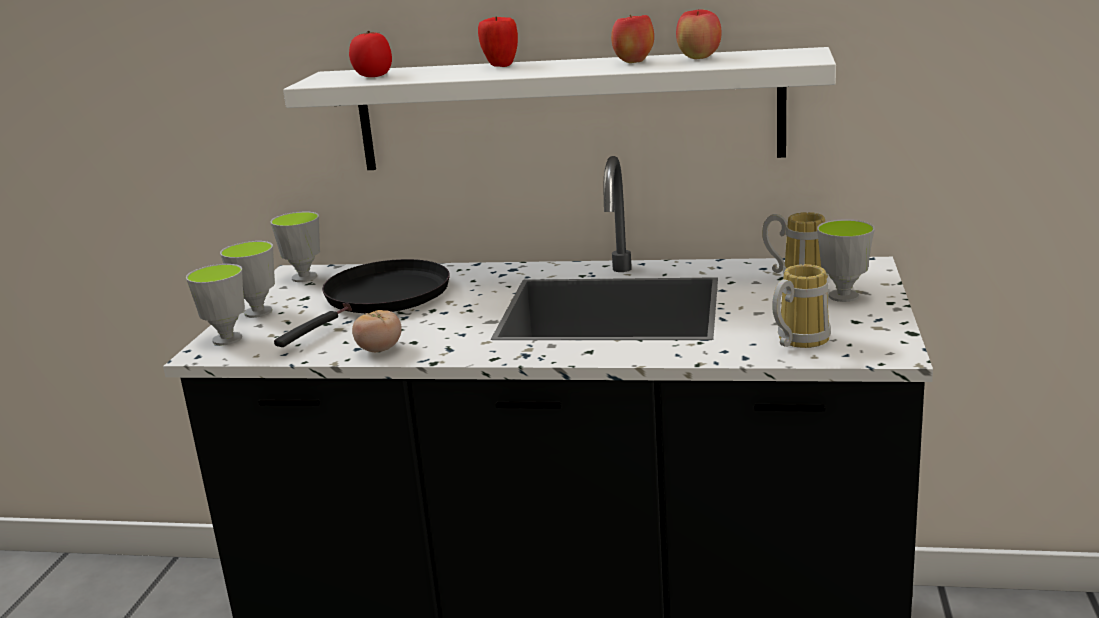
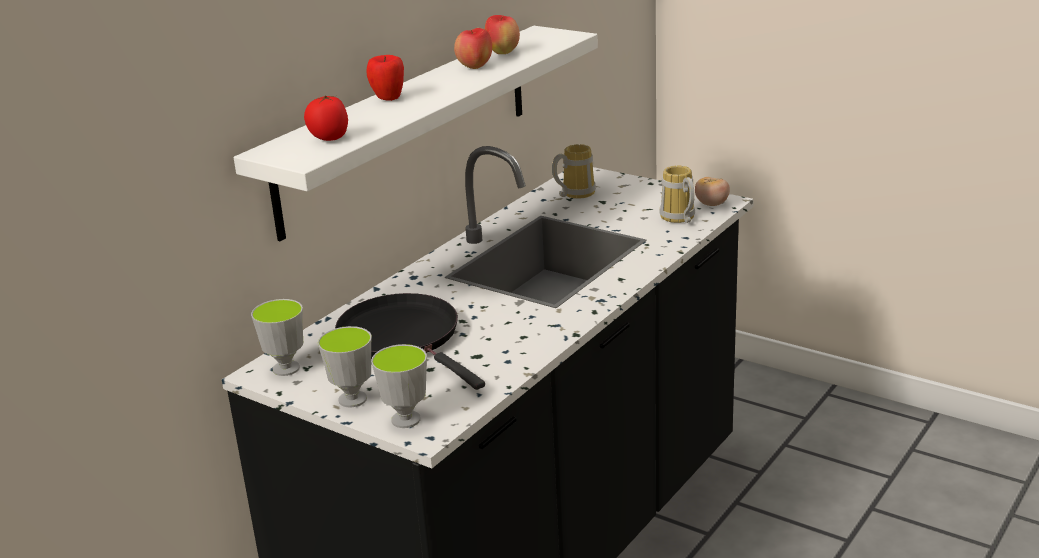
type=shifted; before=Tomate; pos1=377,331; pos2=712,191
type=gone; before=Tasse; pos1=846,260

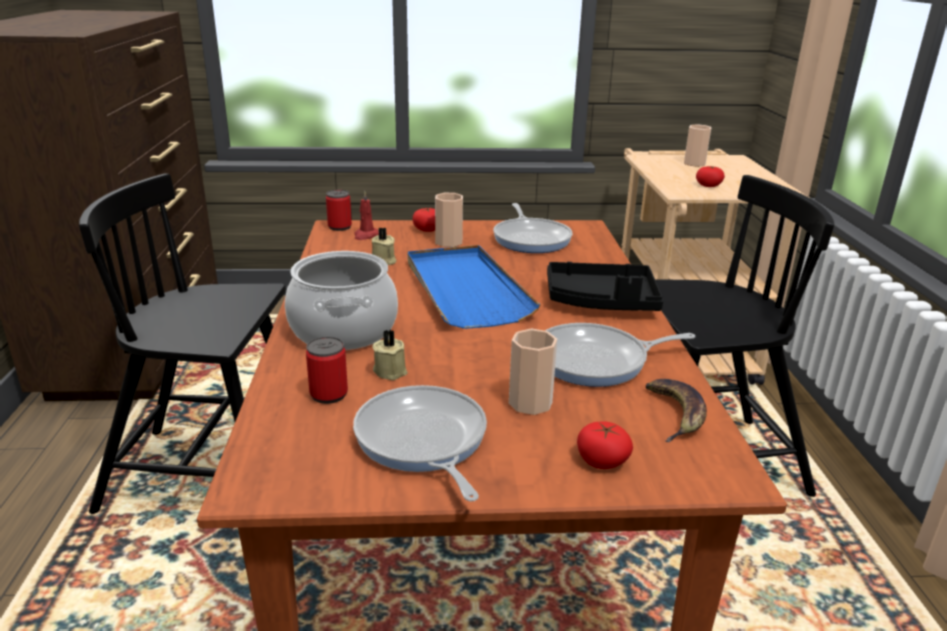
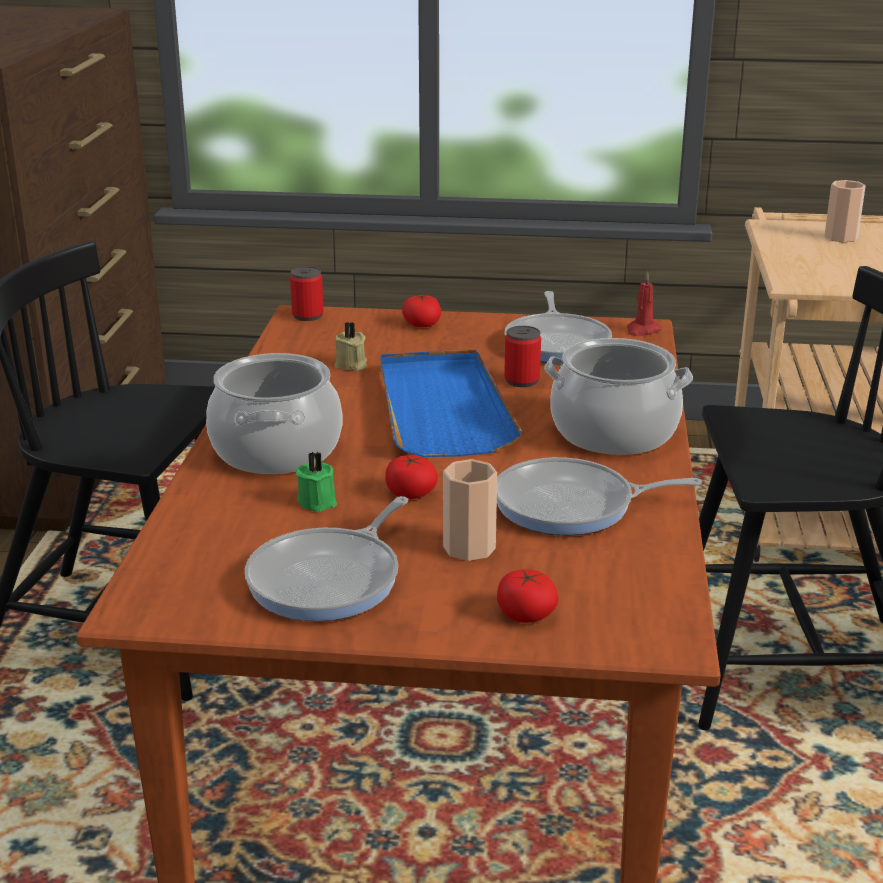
type=rotated; before=Pfanne; pos1=420,443; pos2=326,558; turn=-135
type=repainted; before=Kerze (beige); after=Kerze (grün); pos1=389,355; pos2=316,482
type=shifted; before=Tomate; pos1=710,176; pos2=411,477
type=shifted; before=Dose; pos1=327,370; pos2=522,356
type=swapped; before=Tablett (schwarz); after=Kochtopf; pos1=605,286; pos2=618,396
type=shifted; before=Kerze (rot); pos1=366,215; pos2=644,303
type=gone; before=Tasse; pos1=449,220
type=gone; before=Banane; pos1=676,410

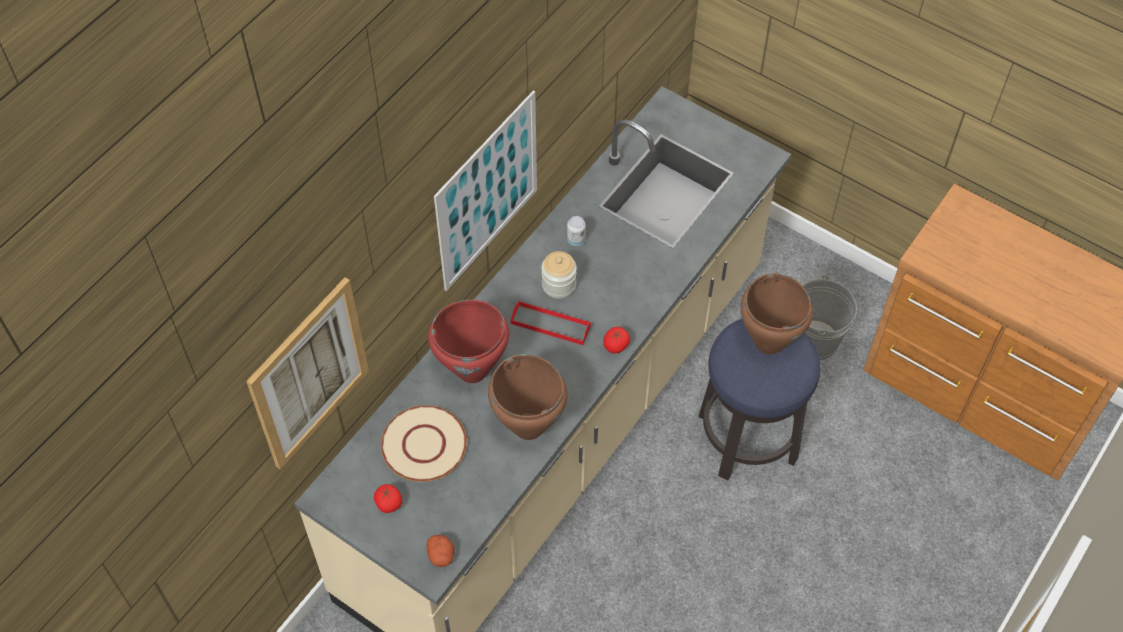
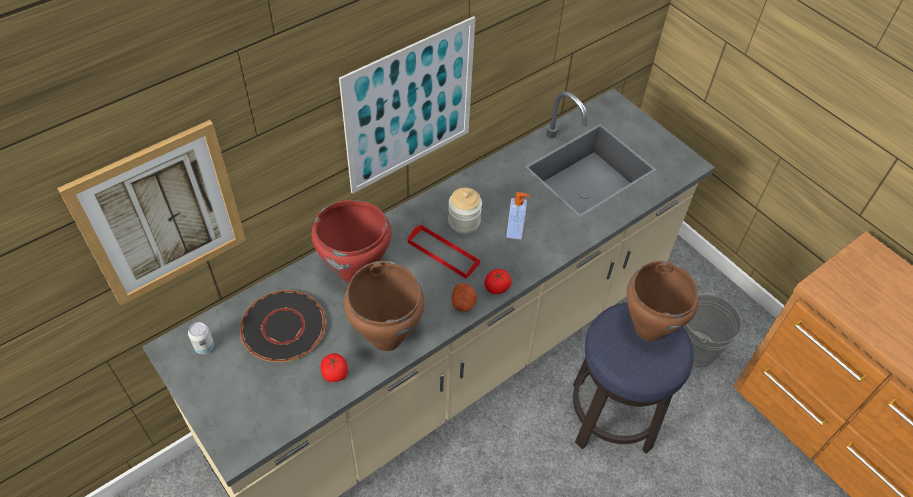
type=shifted; before=Dose; pos1=576,231; pos2=201,338
type=repainted; before=Teller (beige); after=Teller (schwarz); pos1=424,443; pos2=283,326
type=shifted; before=Tomate; pos1=388,498; pos2=334,367
type=shifted; before=Kartoffel; pos1=441,551; pos2=464,297
type=new; after=Seifenspender; pos2=518,215

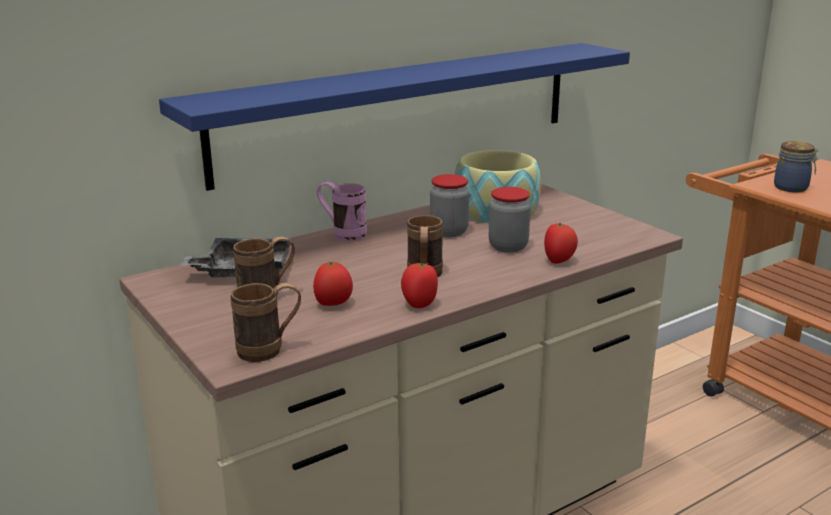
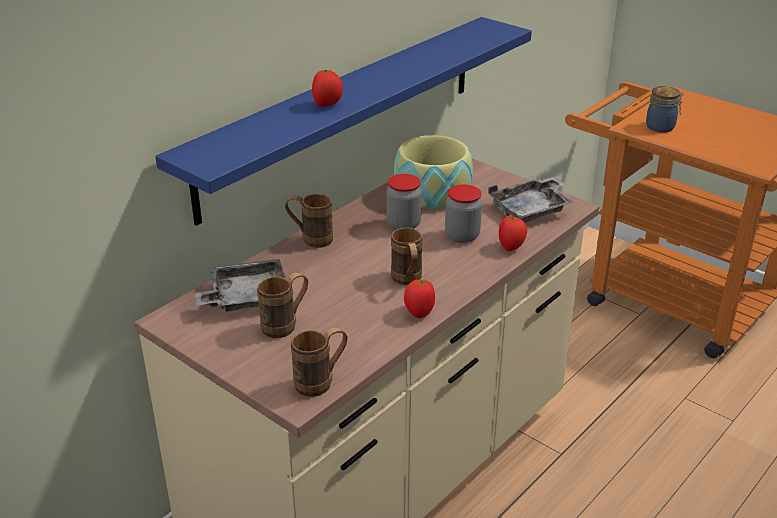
type=repainted; before=Henkelbecher (rosa); after=Henkelbecher (braun); pos1=342,211; pos2=309,221
type=shifted; before=Tomate; pos1=333,284; pos2=327,88
type=new; after=Tablett (grau); pos2=530,200

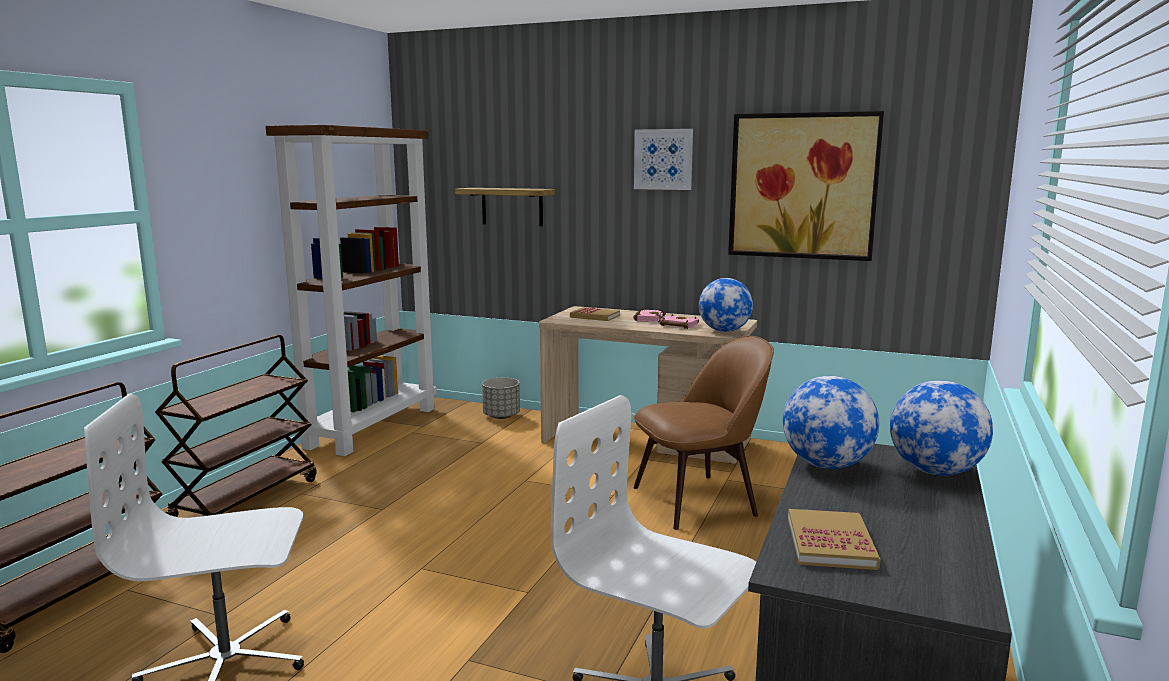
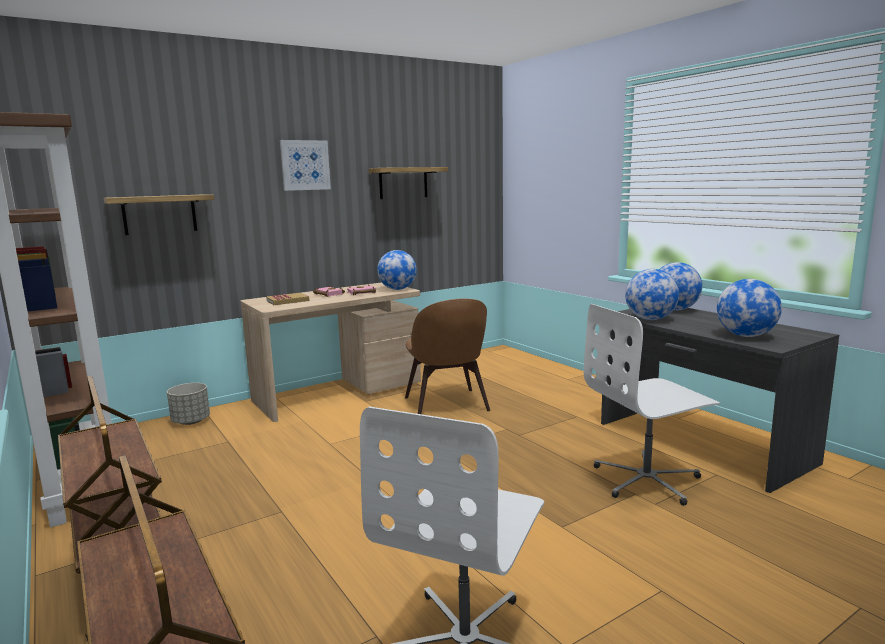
type=swapped; before=Bild; after=Wandregal; pos1=806,186; pos2=408,183
type=rotated; before=Stuhl (braun); pos1=704,433; pos2=447,356; turn=150
type=swapped; before=Buch; after=Globus; pos1=834,539; pos2=749,308

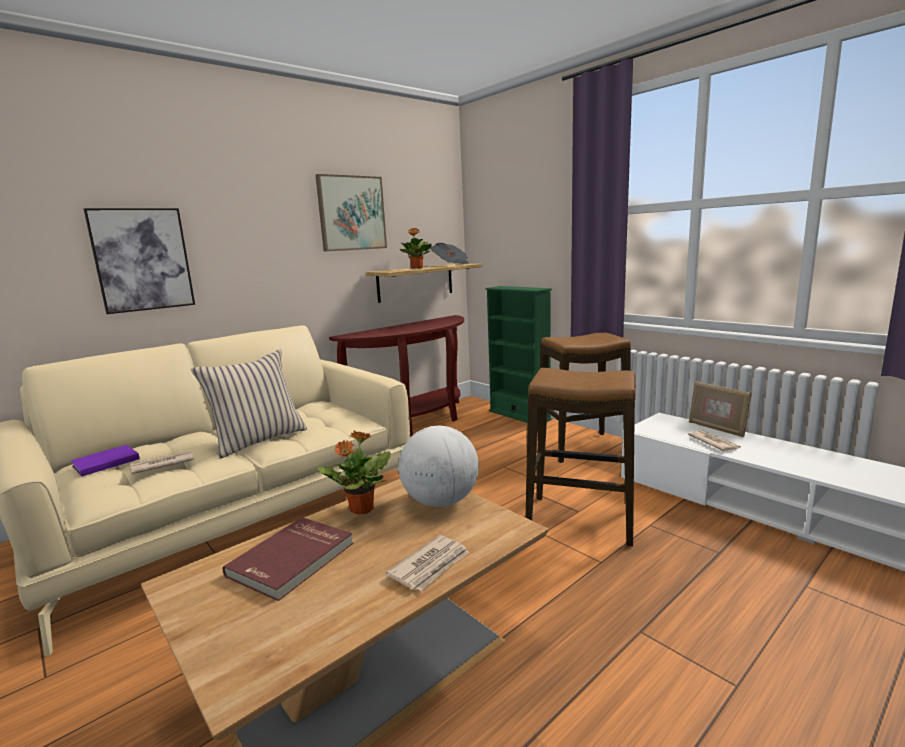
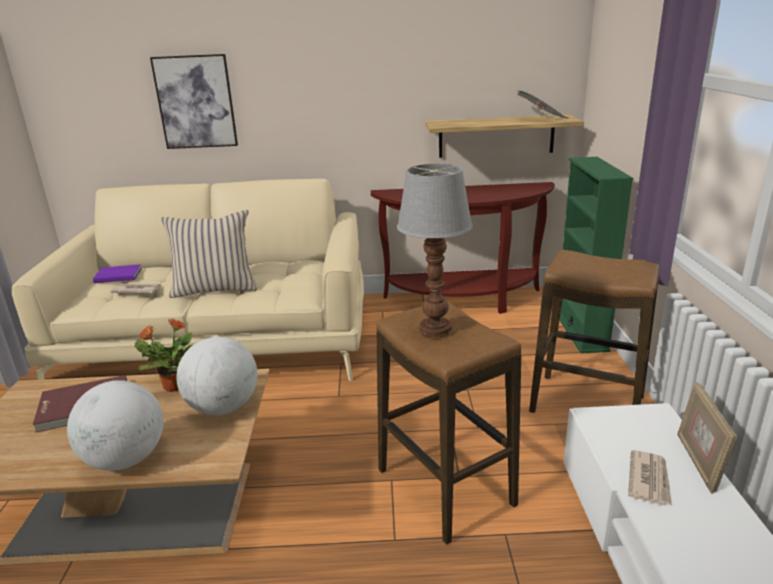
type=swapped; before=Zeitung; after=Globus; pos1=427,563; pos2=115,425
type=new; after=Tischlampe; pos2=435,250
type=gone; before=Bild; pos1=351,213
type=gone; before=Topfpflanze; pos1=416,248

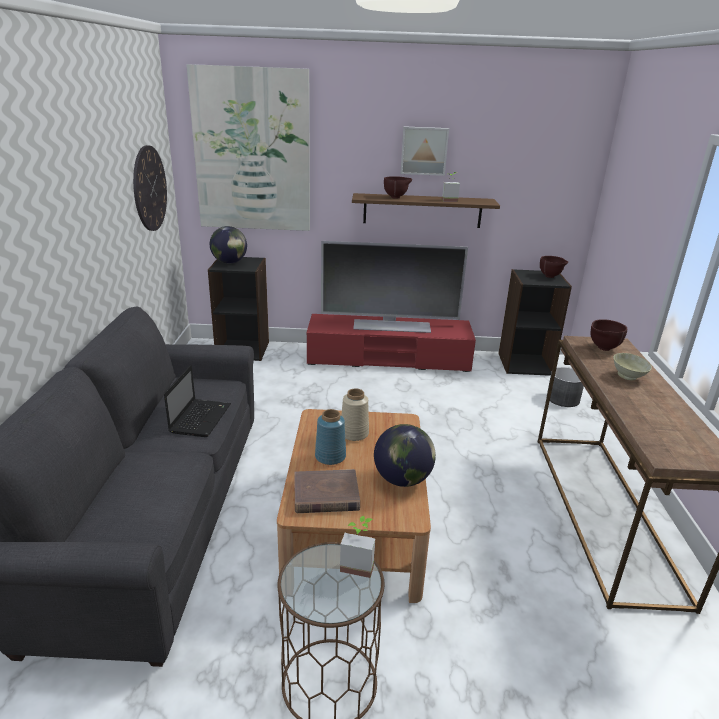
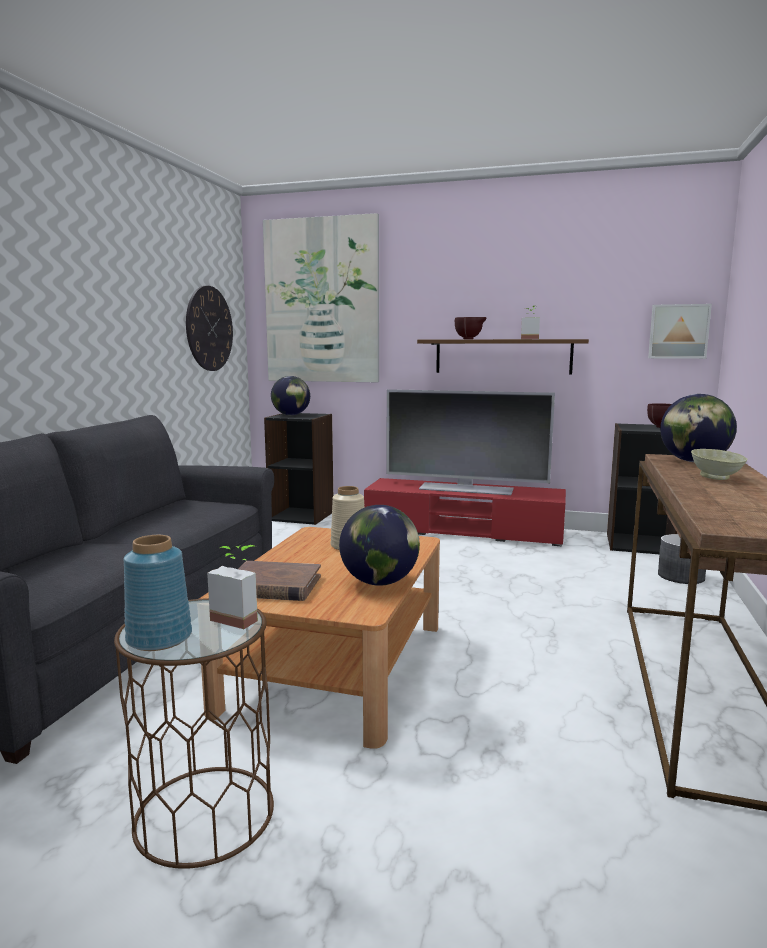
type=shifted; before=Vase (blau); pos1=330,437; pos2=158,593
type=shifted; before=Bild; pos1=425,151; pos2=680,331
type=swapped; before=Schüssel (braun); after=Globus; pos1=609,335; pos2=698,428
type=gone; before=Laptop; pos1=197,401

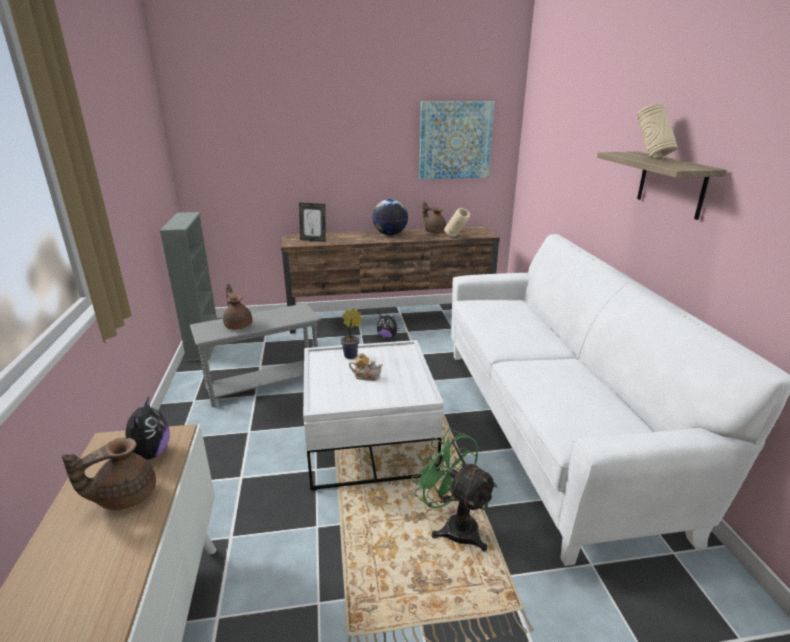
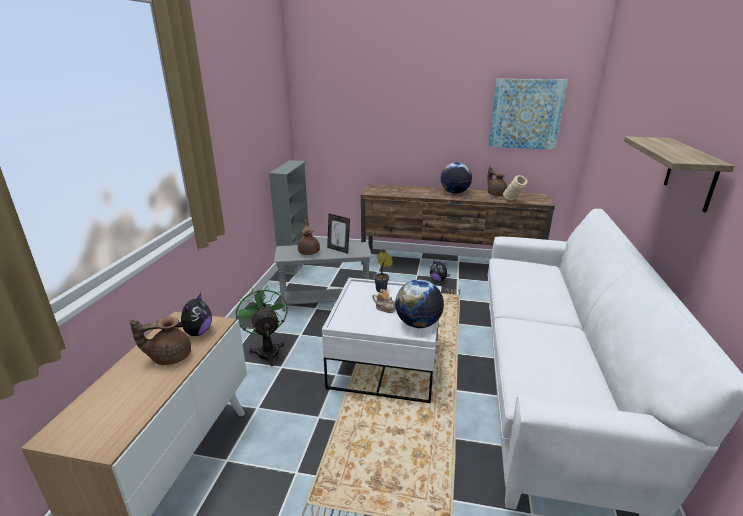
type=shifted; before=Ventilator (grün); pos1=454,490; pos2=261,326
type=shifted; before=Bilderrahmen; pos1=312,222; pos2=338,234
type=new; after=Globus; pos2=419,304
type=gone; before=Vase (beige); pos1=657,131

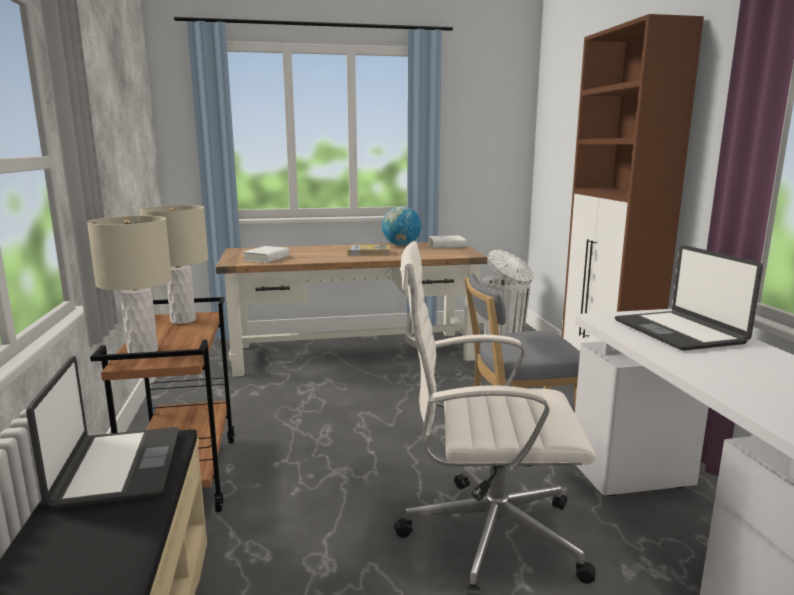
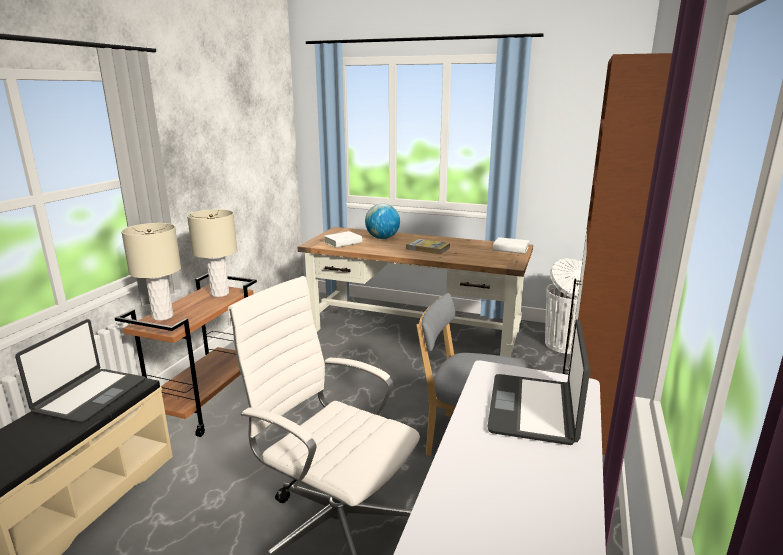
type=shifted; before=Globus; pos1=401,226; pos2=382,221

